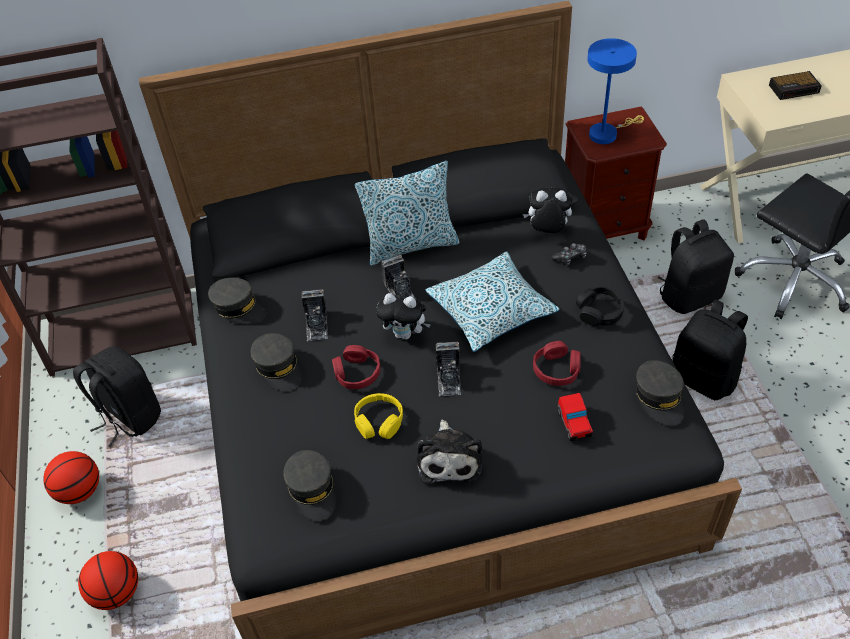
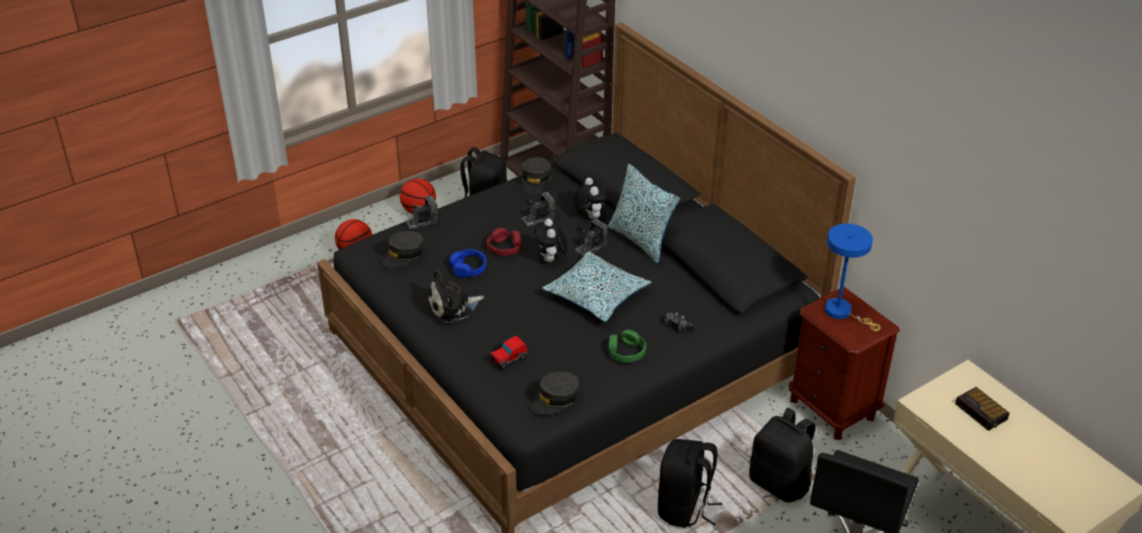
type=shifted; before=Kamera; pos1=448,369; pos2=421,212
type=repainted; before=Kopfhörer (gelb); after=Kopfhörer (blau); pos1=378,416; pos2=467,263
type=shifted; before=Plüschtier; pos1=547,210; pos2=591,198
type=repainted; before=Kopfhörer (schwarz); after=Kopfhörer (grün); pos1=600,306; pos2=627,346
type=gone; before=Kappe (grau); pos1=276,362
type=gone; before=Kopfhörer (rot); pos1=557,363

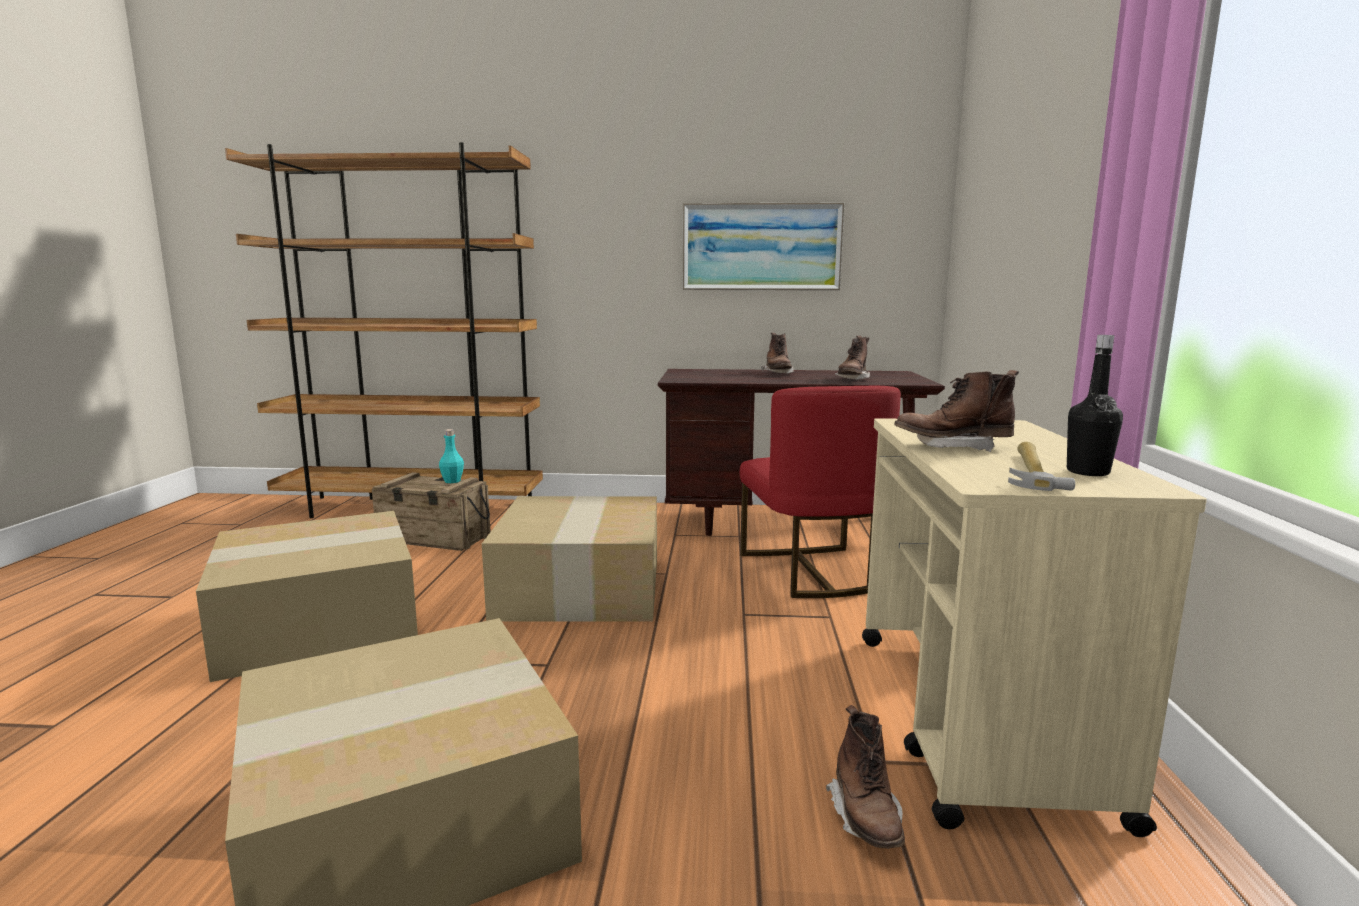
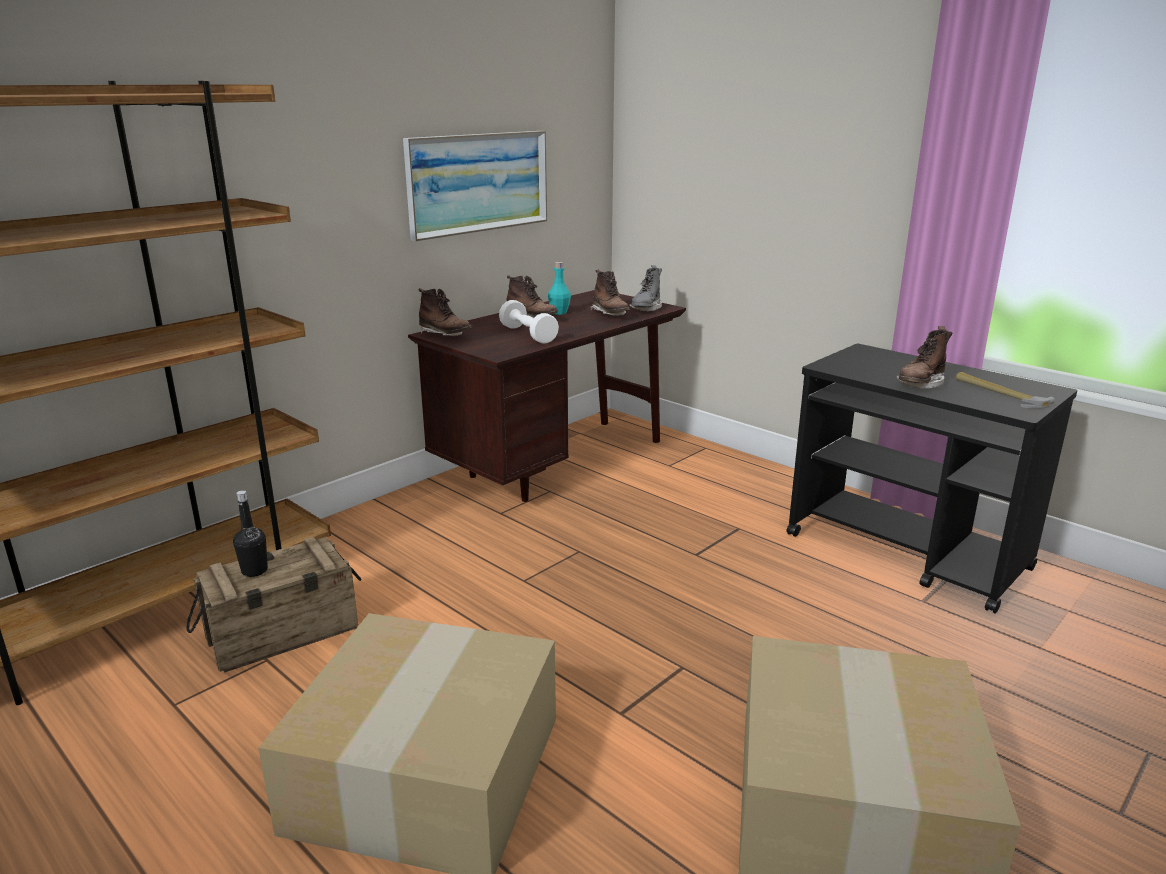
type=shifted; before=Flasche (schwarz); pos1=1095,405; pos2=250,533
type=shifted; before=Stiefel (braun); pos1=865,777; pos2=445,312
type=new; after=Hantel (weiß); pos2=529,322
type=shifted; before=Flasche (türkis); pos1=451,456; pos2=559,288
type=new; after=Stiefel (grau); pos2=645,288
type=repainted; before=Rollwagen (beige); after=Rollwagen (schwarz); pos1=1034,627; pos2=932,479
type=gone; before=Karton; pos1=569,558
type=gone; before=Stuhl (rot); pos1=820,492

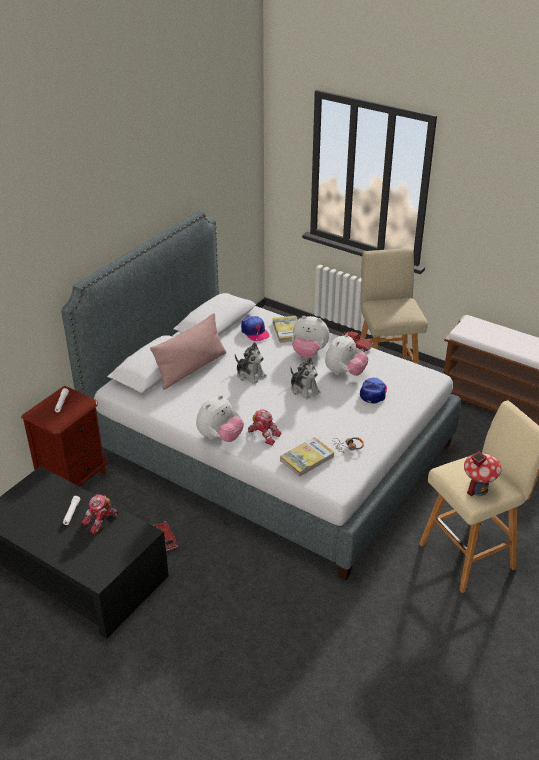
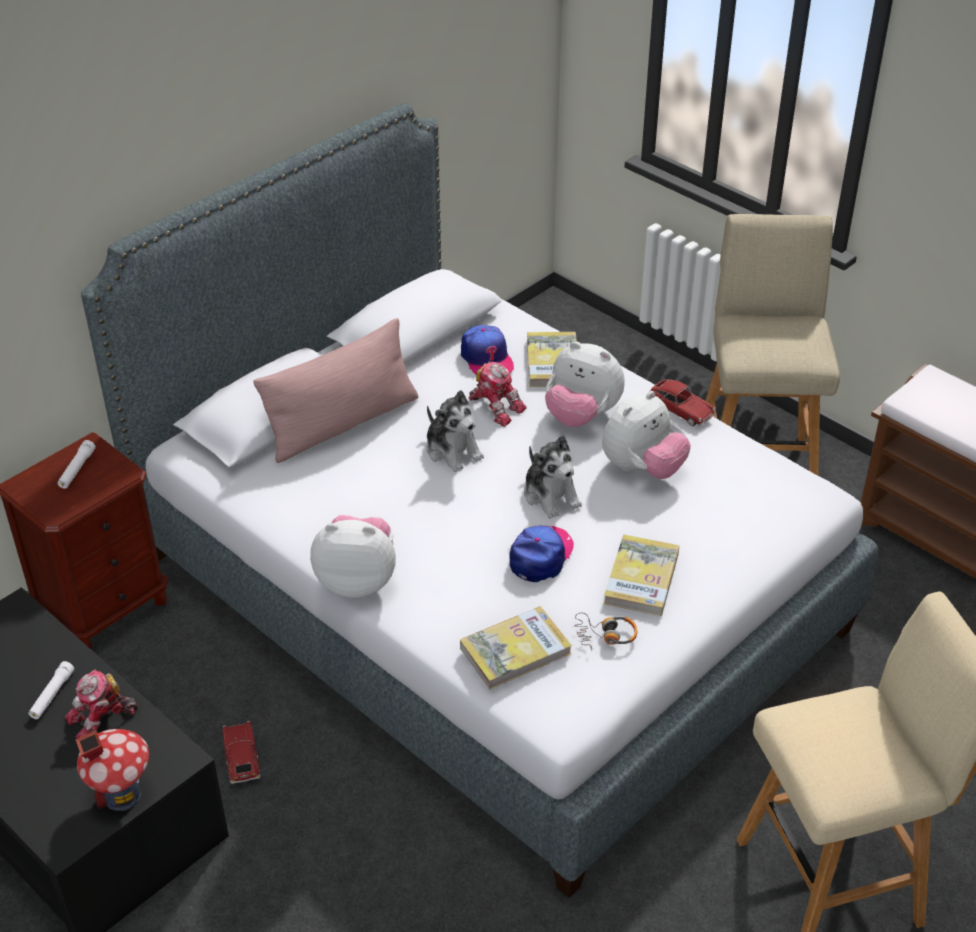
type=shifted; before=Spielzeughaus; pos1=483,473; pos2=112,770
type=rotated; before=Plüschtier; pos1=220,418; pos2=353,556; turn=-135
type=shifted; before=Spielzeugroboter; pos1=265,427; pos2=497,394
type=shifted; before=Kappe; pos1=373,391; pos2=541,554
type=new; after=Buch; pos2=641,575

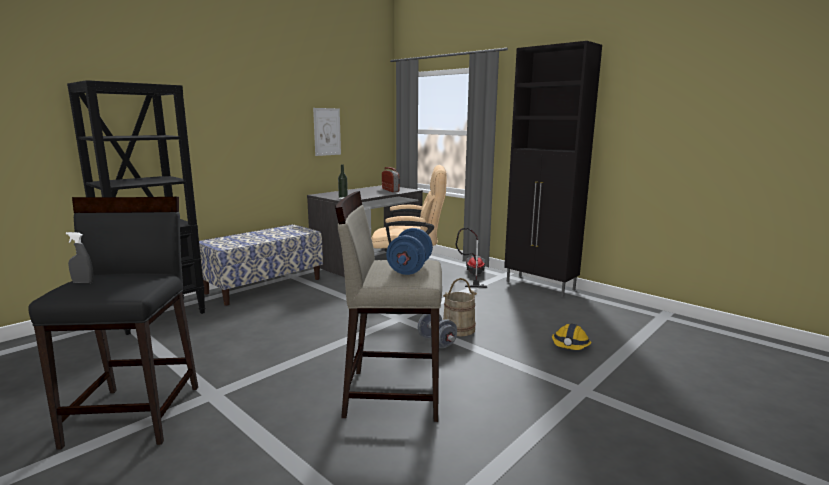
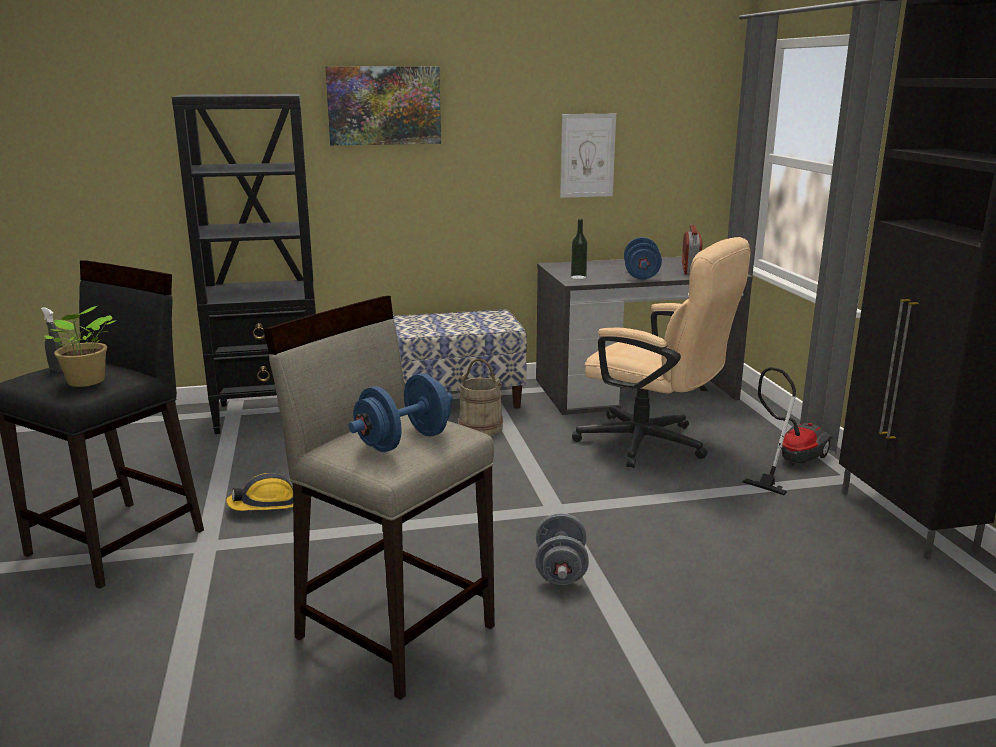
type=new; after=Topfpflanze; pos2=80,346
type=shifted; before=Schutzhelm; pos1=572,337; pos2=259,492
type=new; after=Bild; pos2=383,105
type=shifted; before=Eimer (beige); pos1=460,307; pos2=480,397
type=new; after=Hantel (blau); pos2=643,258

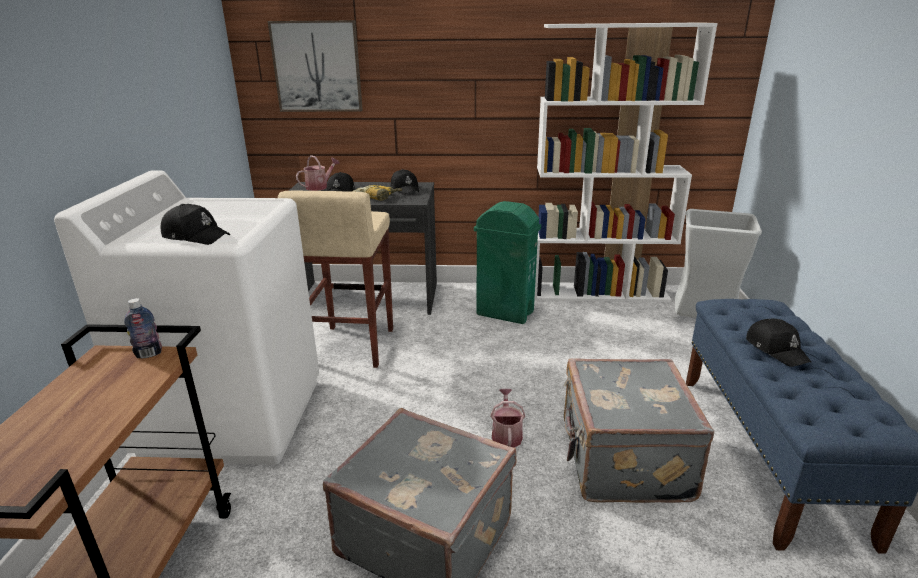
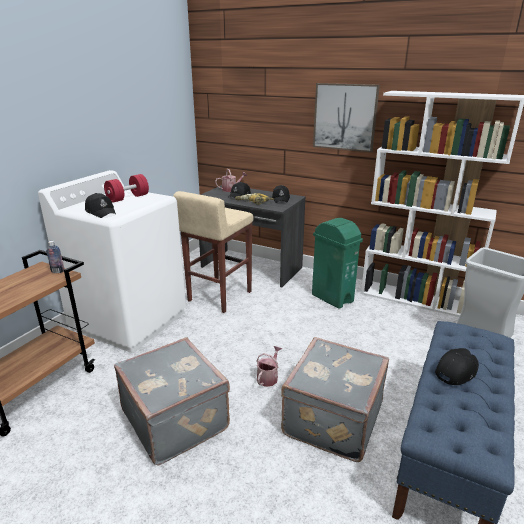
type=new; after=Hantel (rot); pos2=126,188
type=shifted; before=Bild; pos1=315,66; pos2=346,117
type=rotated; before=Kappe (schwarz); pos1=779,343; pos2=457,366; turn=-135

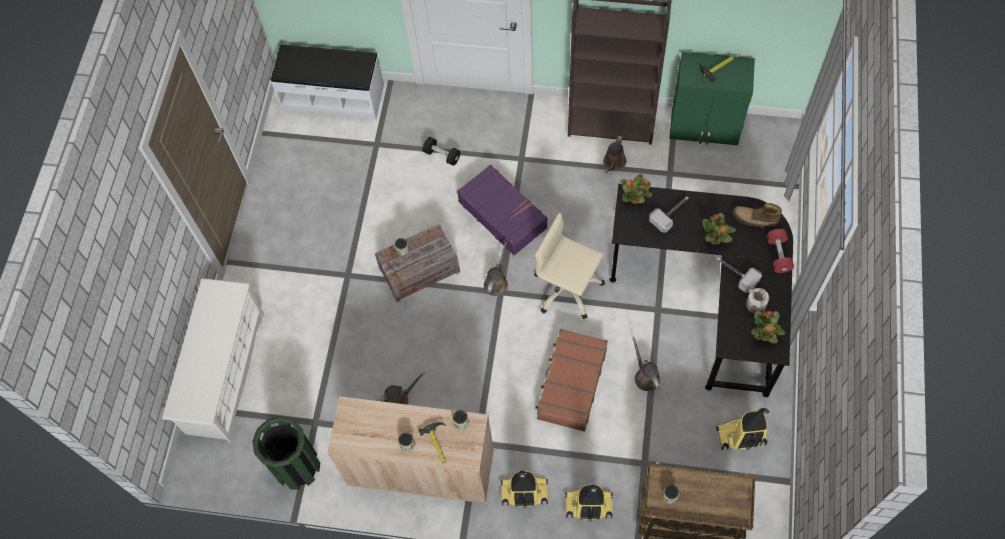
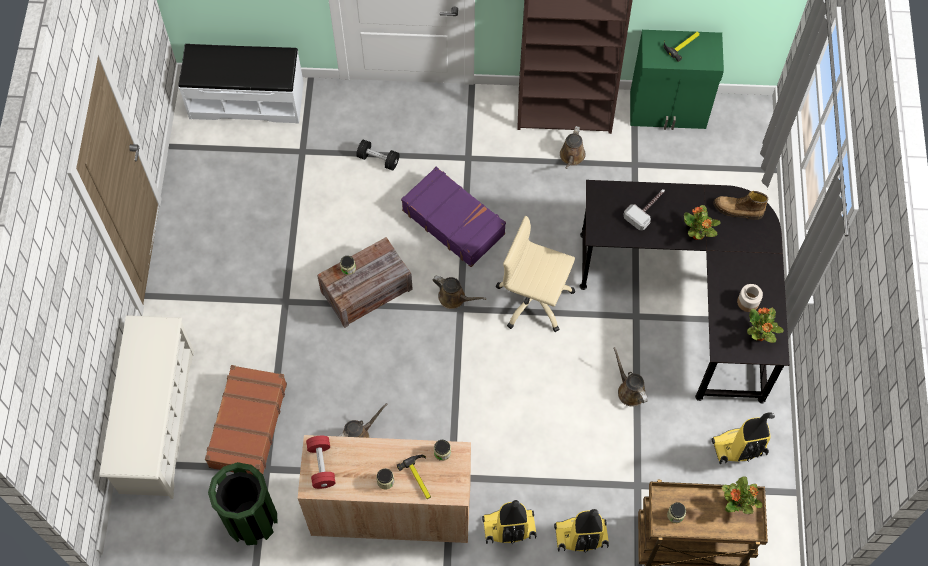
type=shifted; before=Koffer (braun); pos1=571,380; pos2=246,420
type=shifted; before=Hantel (rot); pos1=780,251; pos2=321,462
type=rotated; before=Gießkanne (braun); pos1=496,269; pos2=460,292; turn=105
type=shifted; before=Topfpflanze; pos1=636,189; pos2=742,495
type=gone; before=Hammer; pos1=739,275

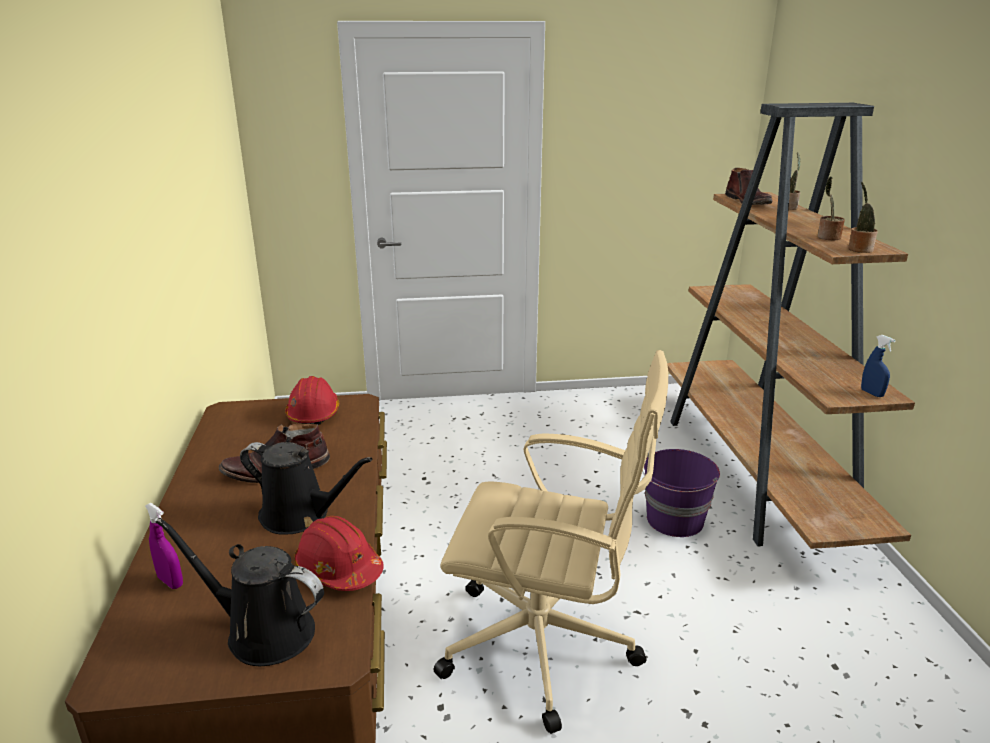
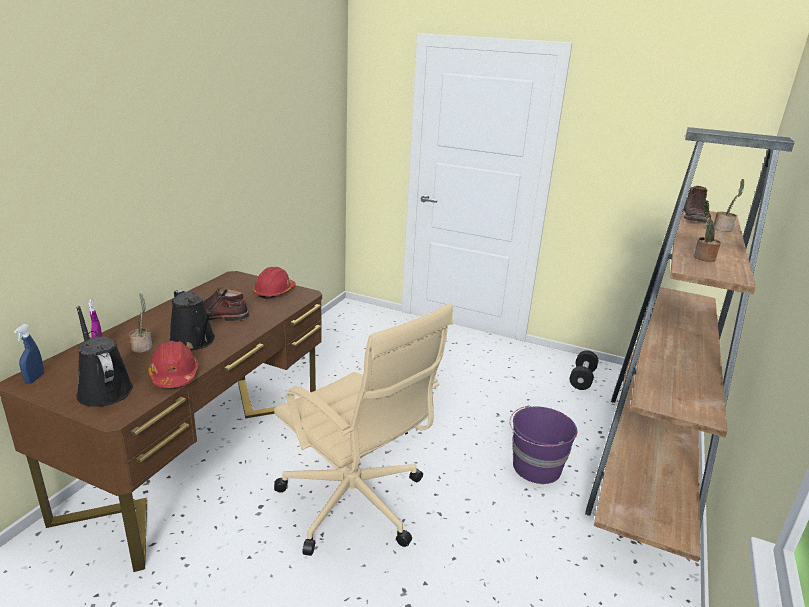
type=shifted; before=Sprühflasche (blau); pos1=878,366; pos2=29,354
type=shifted; before=Topfpflanze; pos1=863,217; pos2=140,323
type=new; after=Hantel (schwarz); pos2=584,370

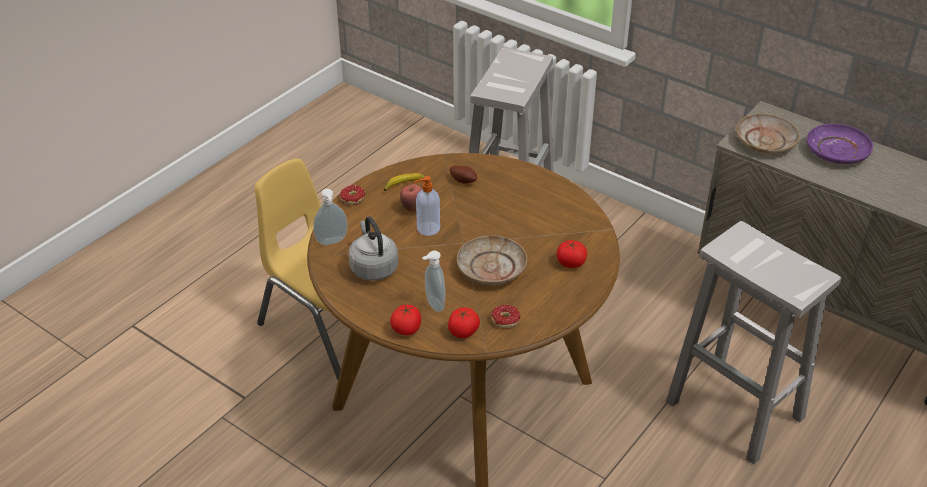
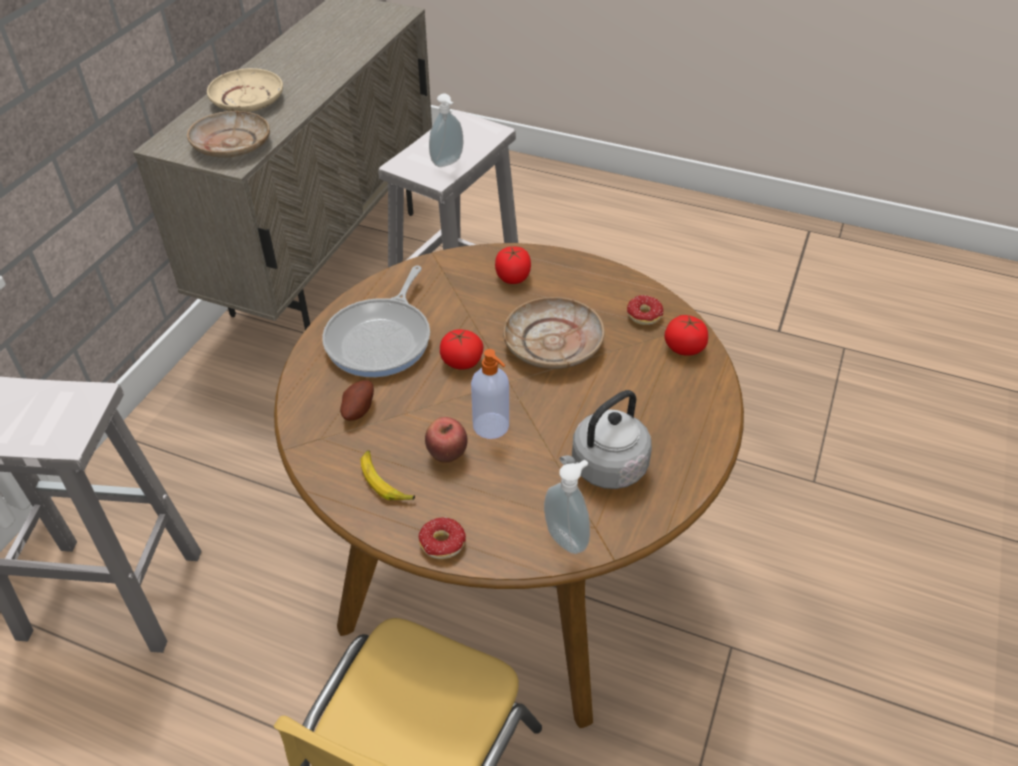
type=repainted; before=Teller (lila); after=Teller (beige); pos1=839,144; pos2=245,90
type=new; after=Pfanne; pos2=376,321
type=shifted; before=Seifenspender; pos1=433,281; pos2=446,130
type=shifted; before=Tomate; pos1=405,320; pos2=461,349

